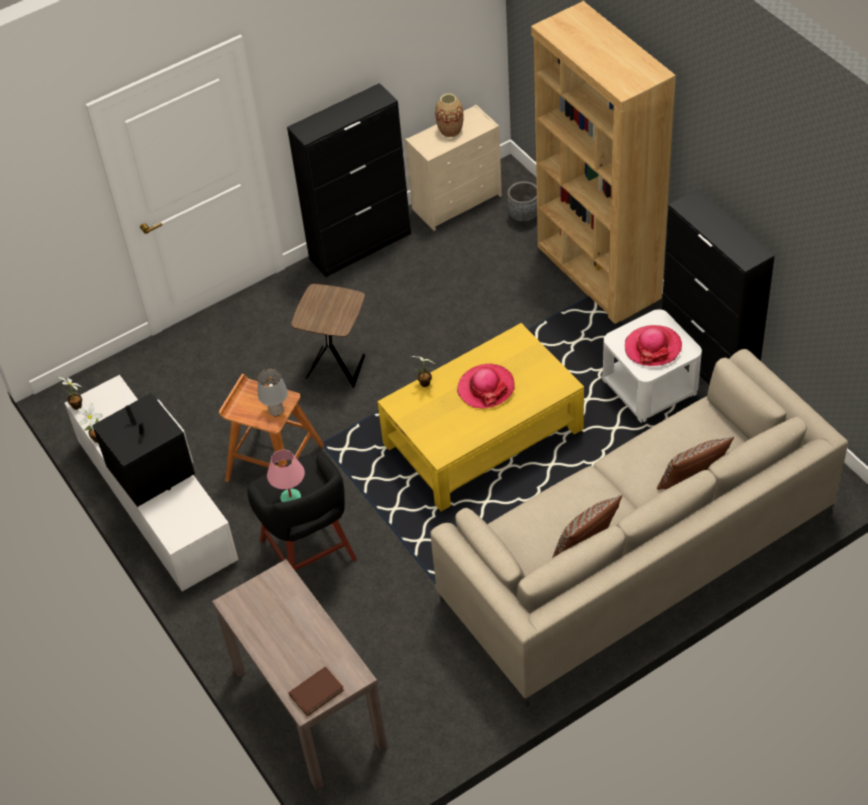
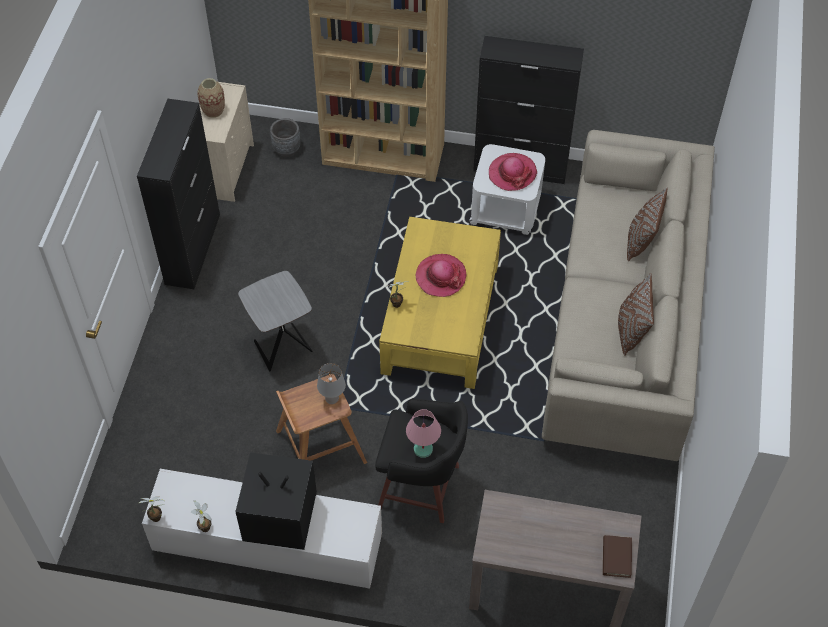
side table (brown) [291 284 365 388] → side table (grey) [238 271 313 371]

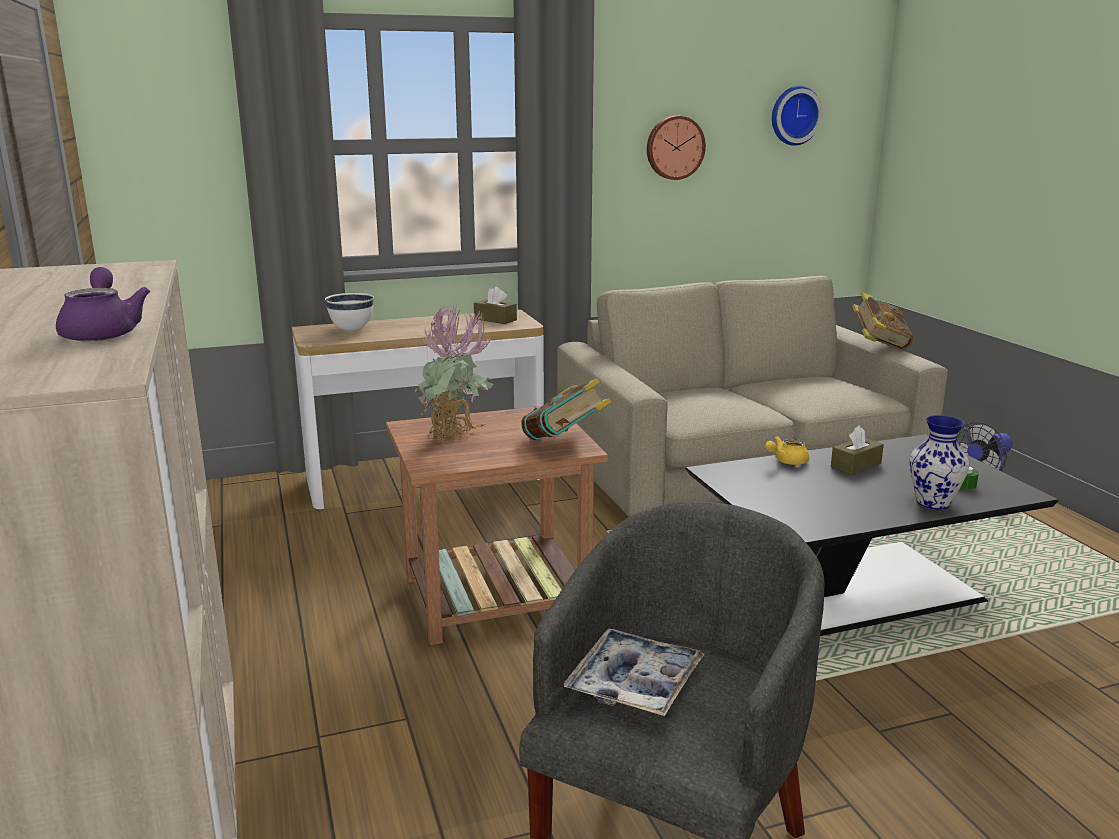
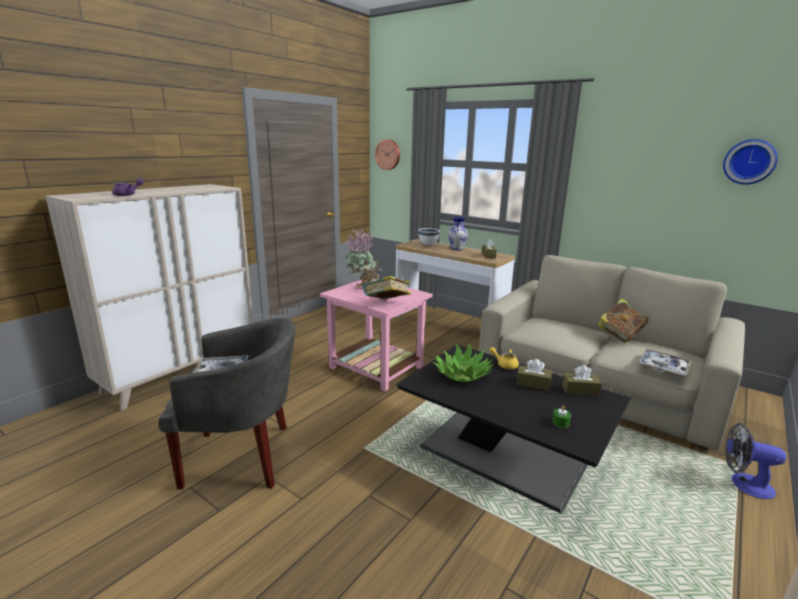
wall clock [647 116 706 180] → wall clock [375 139 400 170], move
book [852 292 913 350] → book [597 299 648 343], move
side table (brown) [386 406 608 645] → side table (pink) [320 278 433 392]
vase [909 415 970 510] → vase [448 217 468 250], move
- → potted plant [433 343 493 382]
- → tray [638 349 692 375]
- → tissue box (brown) [562 365 602 396]

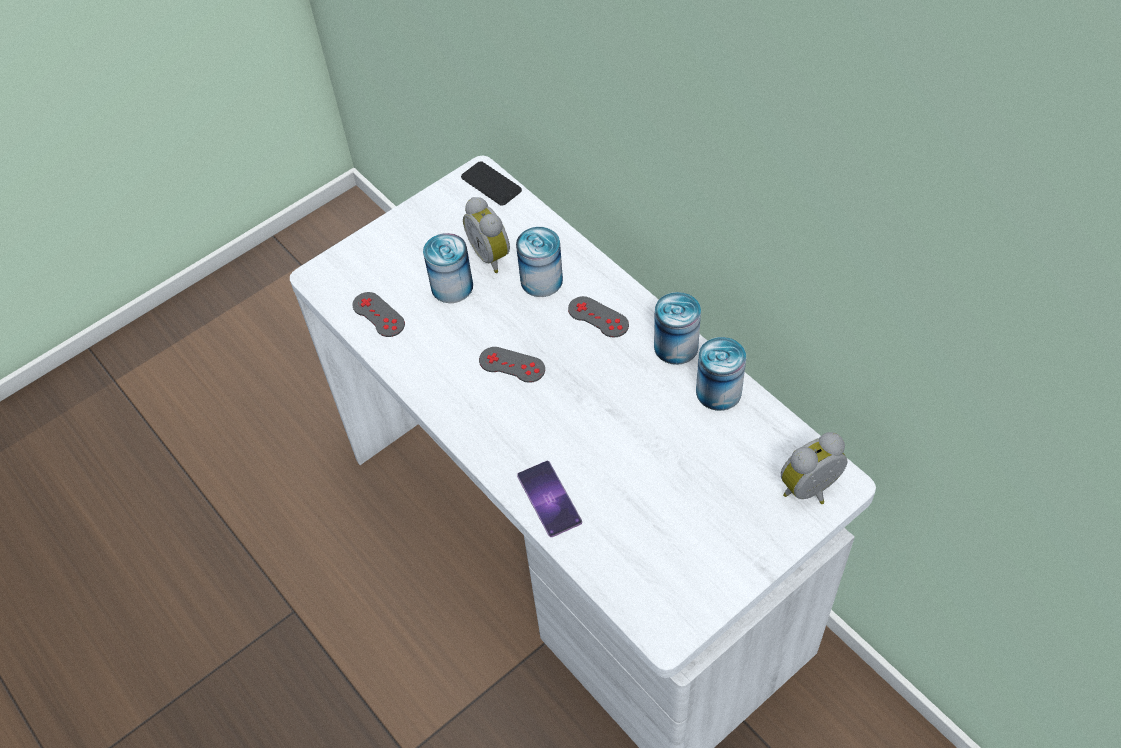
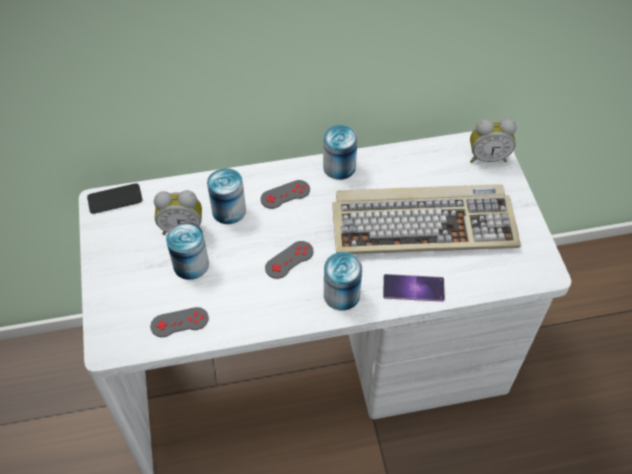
can [696 337 746 411] → can [324 252 362 311], move
alarm clock [781 432 847 504] → alarm clock [470 119 517 163], 90 degrees counterclockwise
- → keyboard [332 184 521 254]

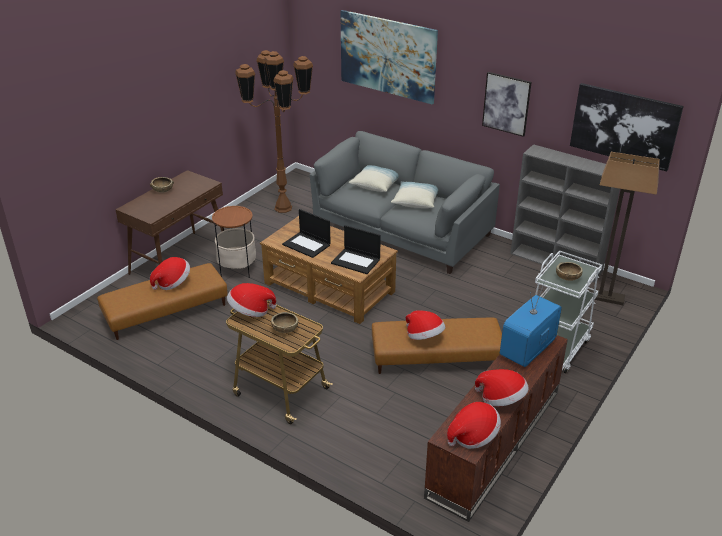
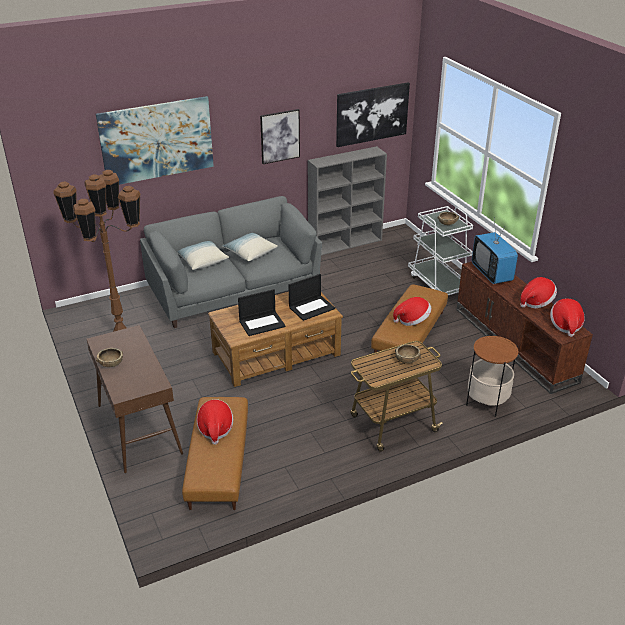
floor lamp [588 152 660 305] → -
side table [212 206 256 278] → side table [466 335 519 417], move
hat [227 283 276 317] → -

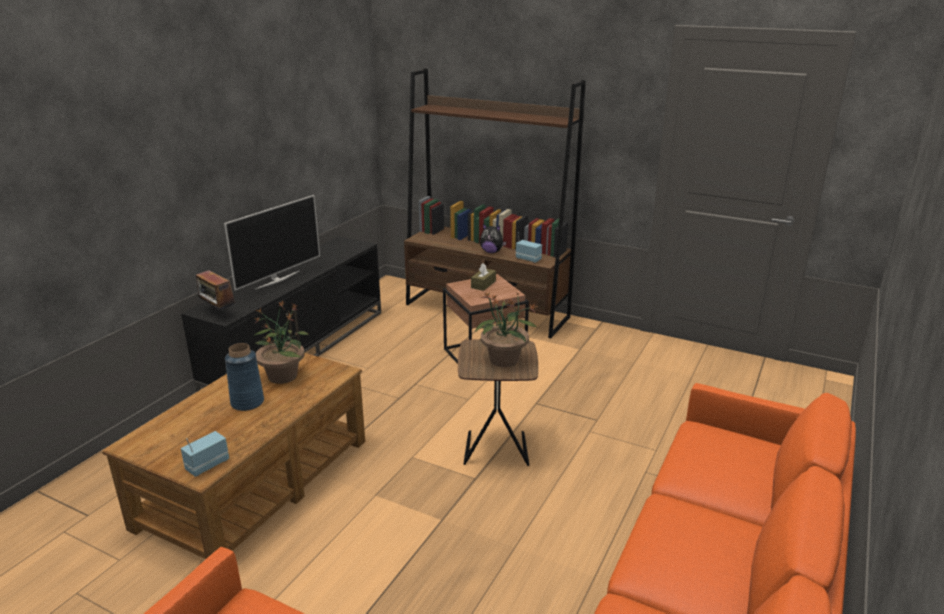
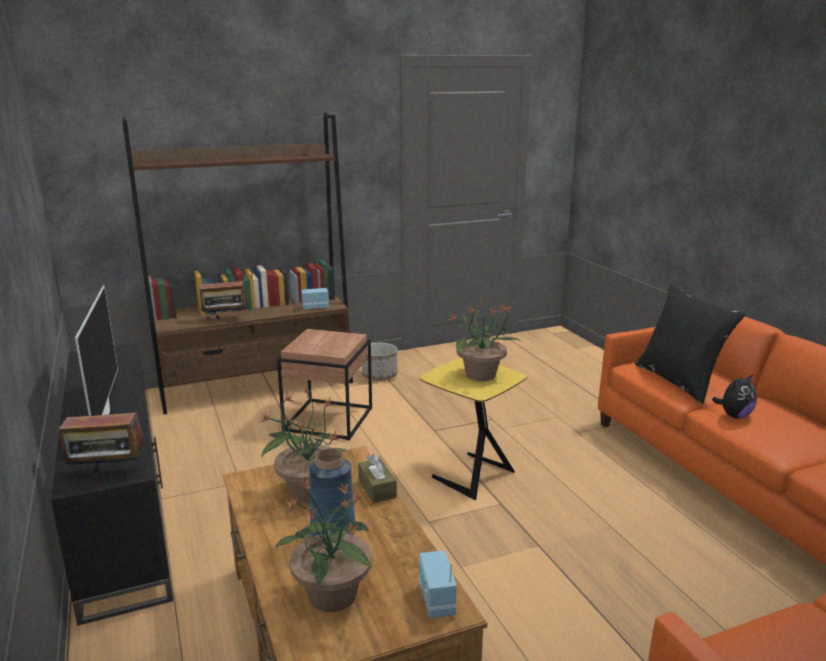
plush toy [480 224 506 253] → plush toy [712 374 757 419], move
tissue box (brown) [471 263 496 291] → tissue box (brown) [358 454 397 503], move
side table (brown) [458 339 538 466] → side table (yellow) [420 357 527 500]
- → radio [200 276 249 319]
- → pillow (black) [635 283 746 404]
- → planter [362 343 397 381]
- → potted plant [276 478 372 612]

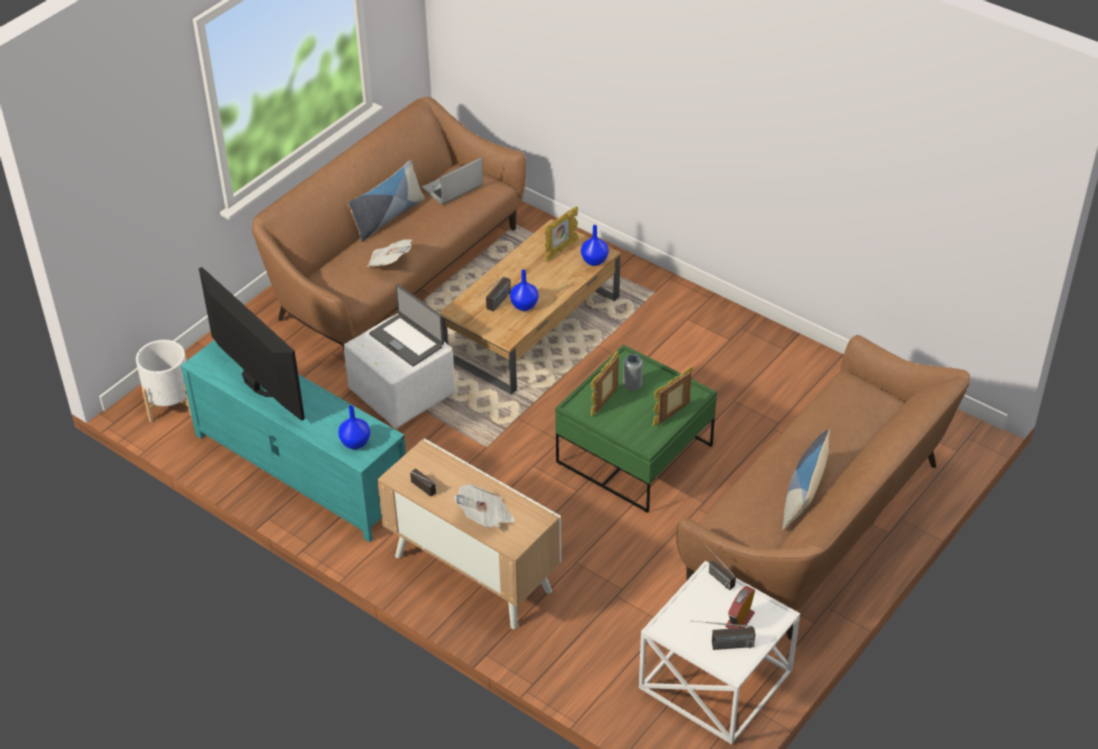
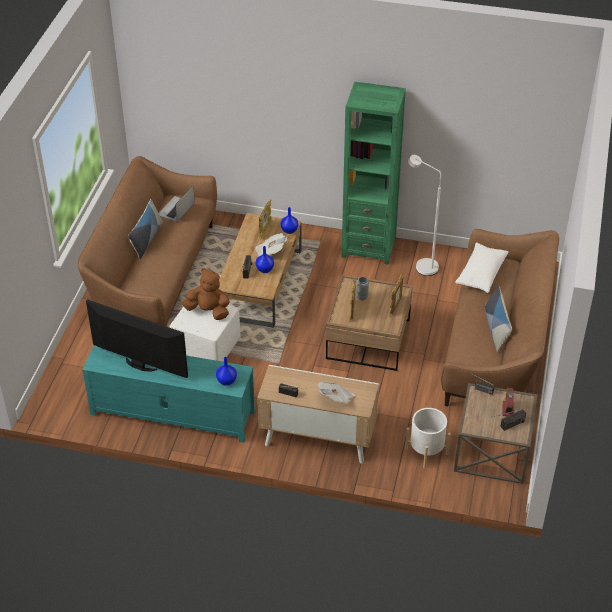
newspaper [367 239 412 267] → newspaper [255 233 287 256], move
laptop [369 284 444 367] → plush toy (brown) [182 268 230 320]
planter (white) [136 340 191 422] → planter (white) [405 408 451 468], move
coffee table (green) [555 344 717 513] → coffee table (brown) [326 275 413 371]
side table (white) [639 561 800 745] → side table (brown) [454 383 537 484]
- → bookcase (green) [342 82 406 265]
- → floor lamp (white) [408 155 441 276]
- → pillow (white) [455 243 508 293]

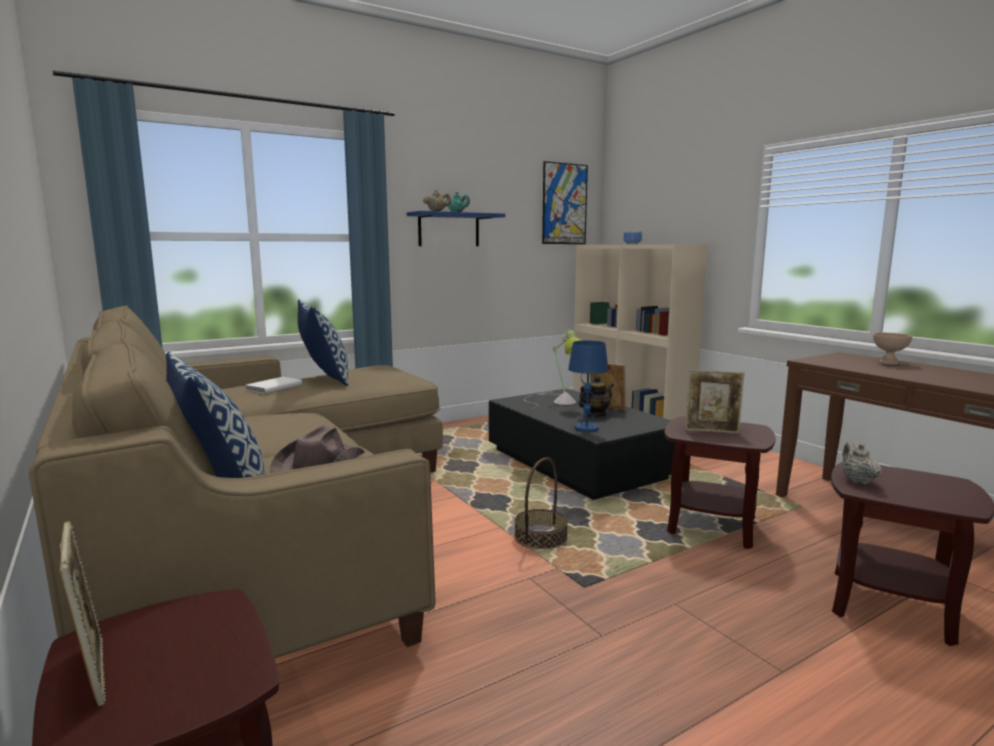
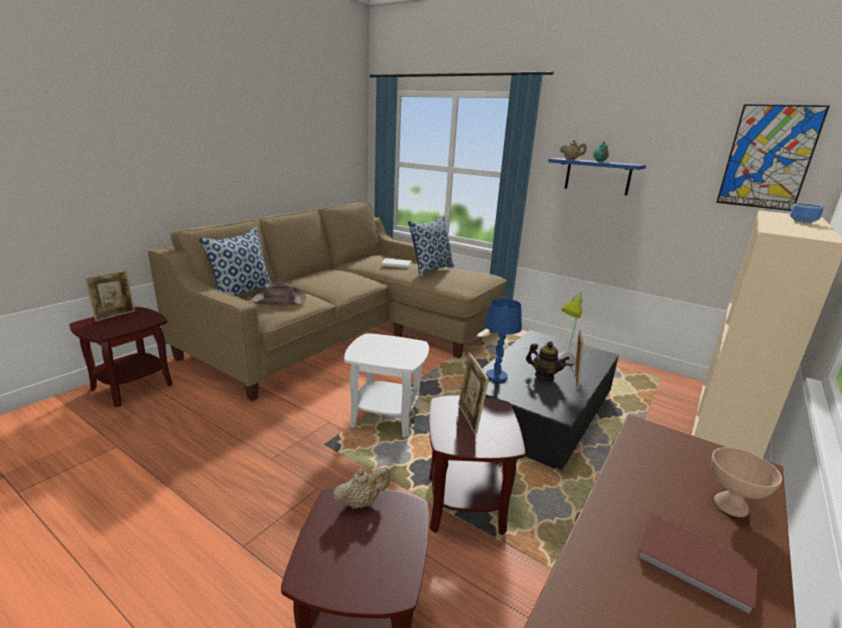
basket [515 457 568 549] → side table (white) [344 333 429 437]
- → book (brown) [636 514 758 617]

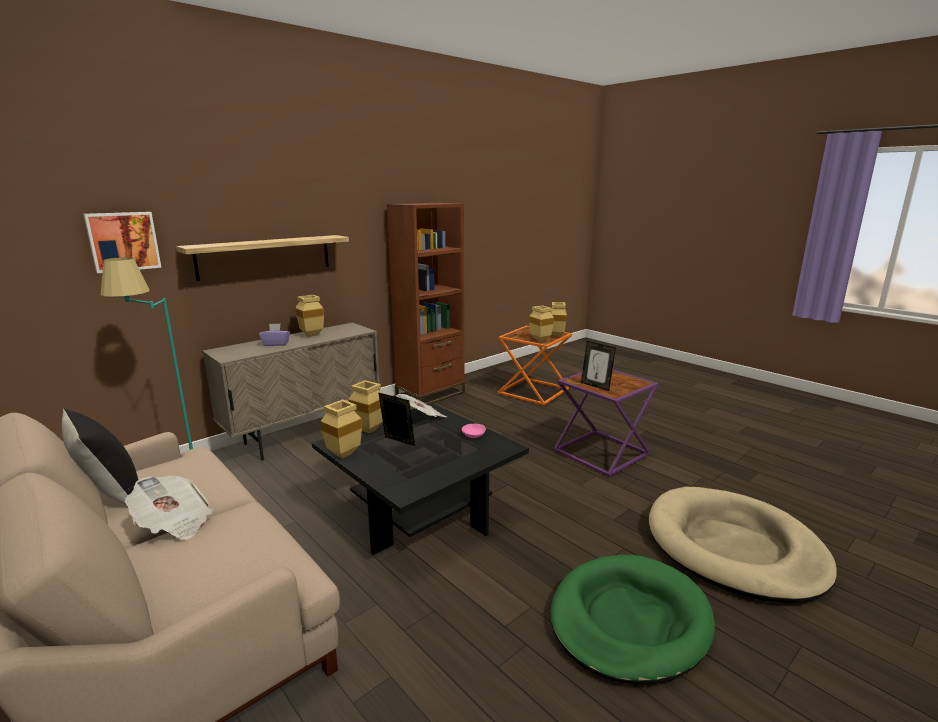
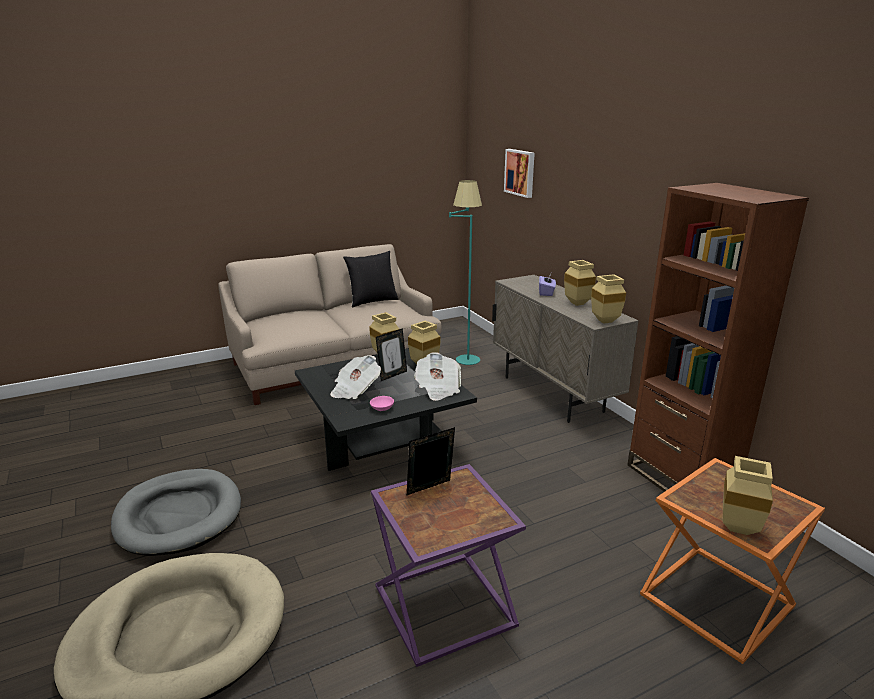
shelf [176 235 349 281] → -
vase (beige) [529 305 554 342] → vase (beige) [591 274 626 324], move
newspaper [125 475 213 540] → newspaper [330 355 381 399], move
dog bed (green) [550 555 715 684] → dog bed (grey) [111 469 241 556]

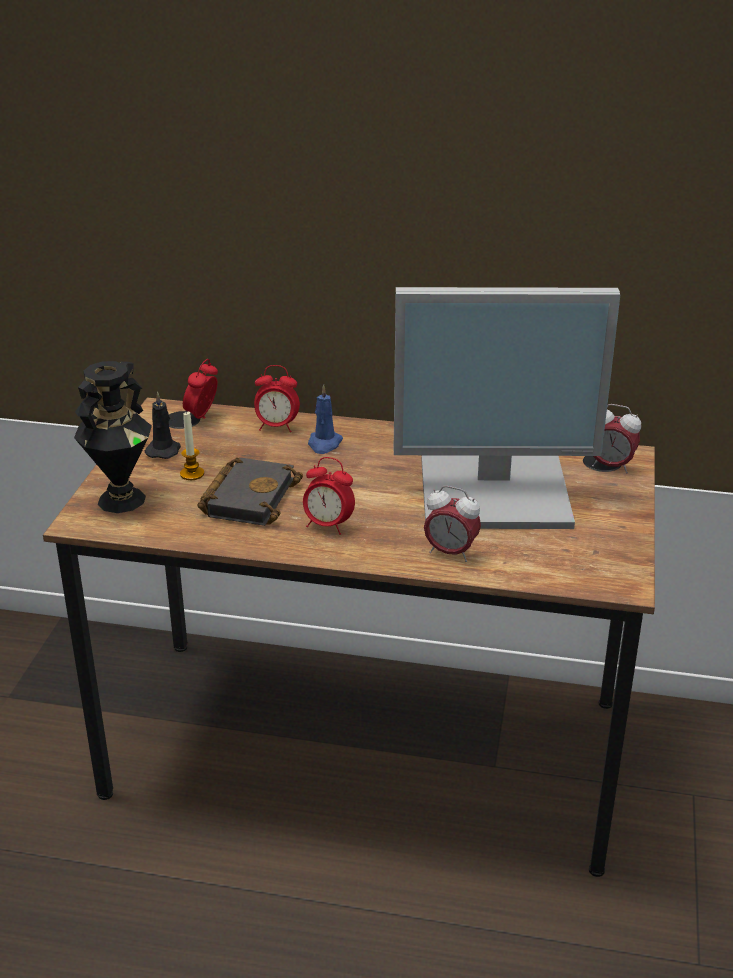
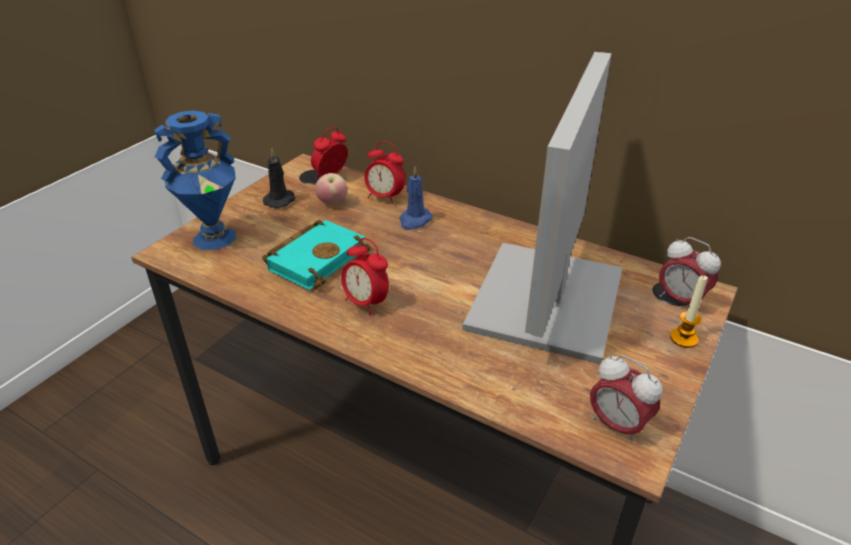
monitor [394 287 620 529] → monitor [462 52 623 364], 90 degrees clockwise
vase (black) [74 361 152 513] → vase (blue) [154 110 236 250]
candle [180 411 204 480] → candle [670 275 708 348], move
book (black) [197 458 303 526] → book (turquoise) [262 220 371 290]
alarm clock [424 486 481 562] → alarm clock [590 355 662 444], move
- → apple [315 173 347 205]

